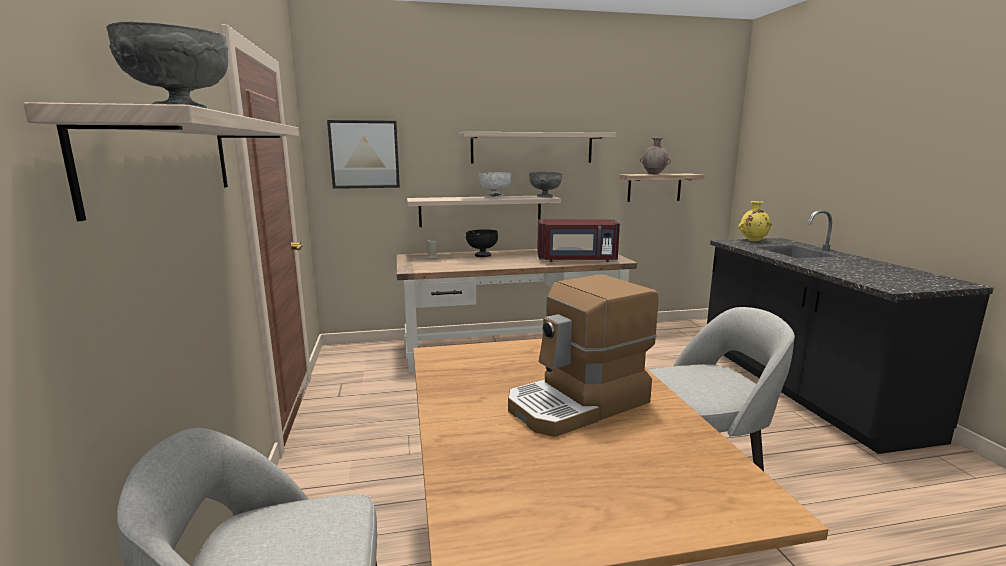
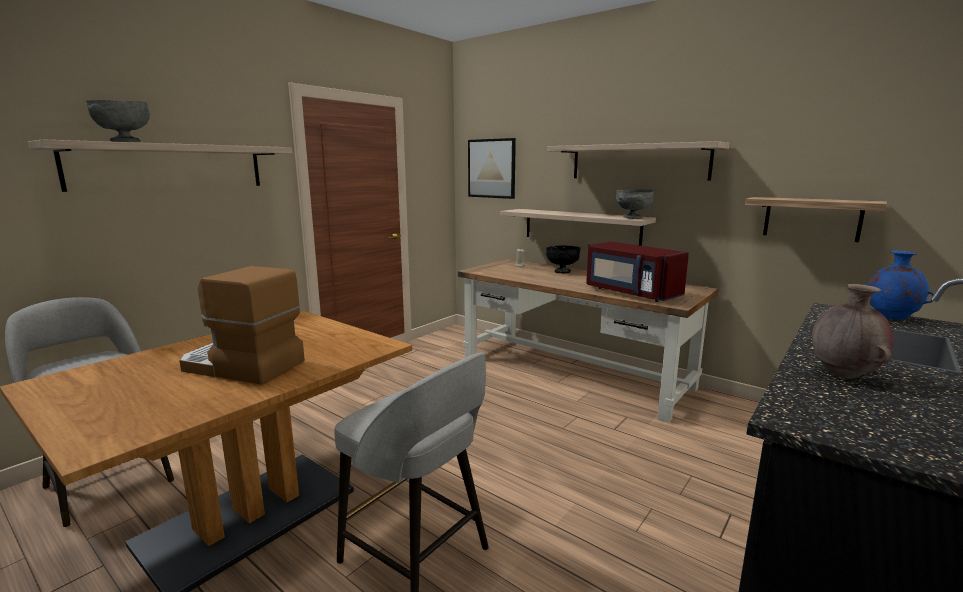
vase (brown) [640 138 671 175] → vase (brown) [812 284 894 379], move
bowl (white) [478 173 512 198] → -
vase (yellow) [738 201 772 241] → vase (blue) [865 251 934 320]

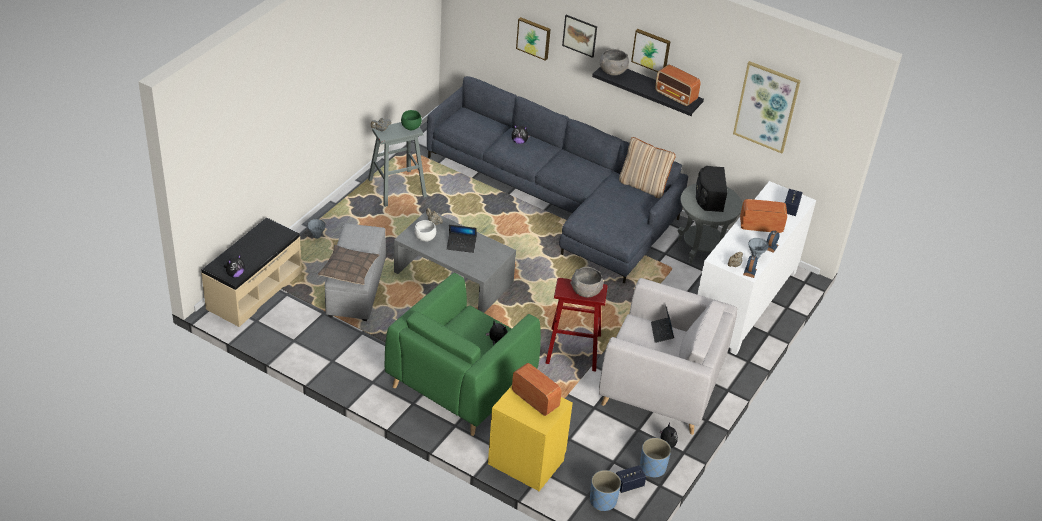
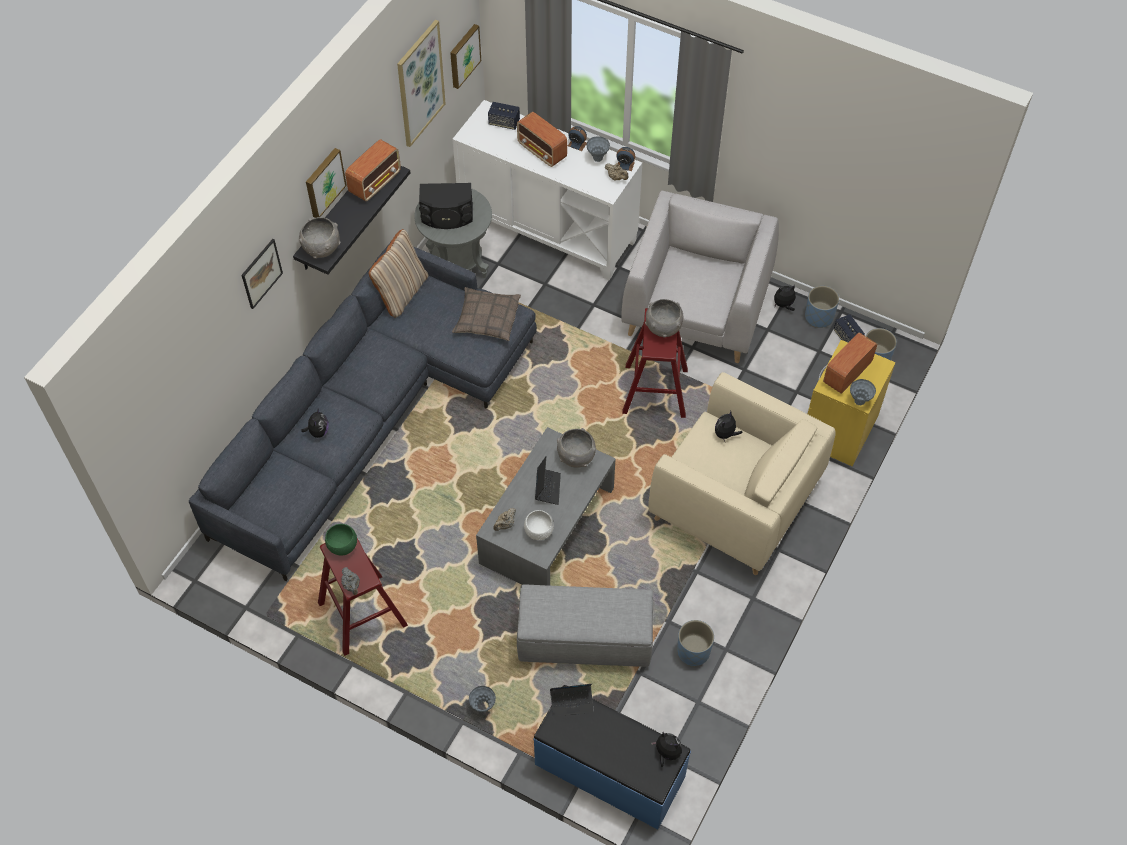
picture [516 17 551 61] → picture [450 24 481 89], move
stool (grey) [368 122 427 207] → stool (red) [318 538 408 656]
radio [740 199 787 233] → radio [517 112 567 167], 45 degrees counterclockwise
bench (beige) [201 218 302 327] → bench (blue) [533 685 691 830]
pillow [318 245 379 285] → pillow [452 287 521 341], move
armchair (green) [385 273 541 436] → armchair (beige) [648 372 836 575]
laptop [651 304 674 343] → laptop [550 684 594 717], move
- → vase (grey) [850 379 876 405]
- → bowl (grey) [557 428 597 468]
- → planter (blue) [677 620 714 667]

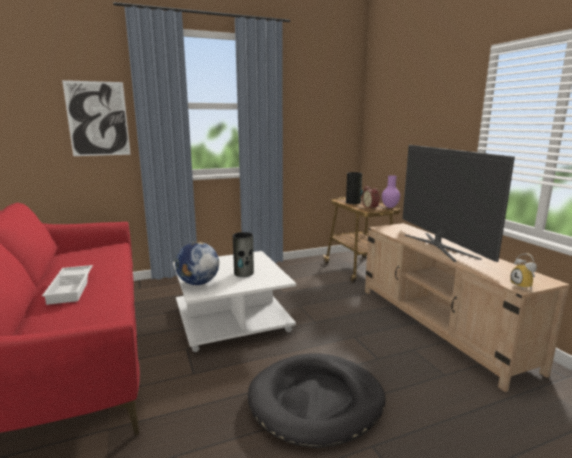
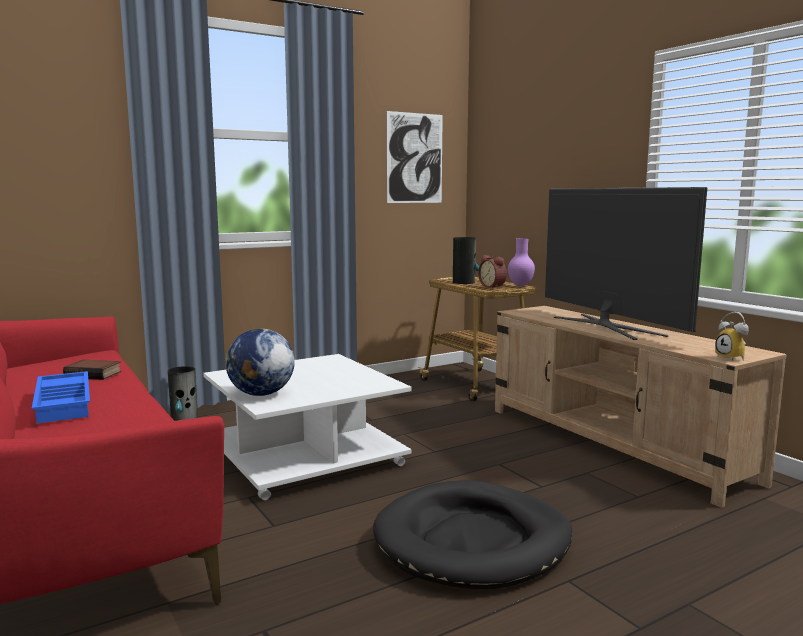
picture [62 80 131 156] → picture [387 111 443 203], move
vase [233 232 254 277] → vase [168 366 198 421], move
tray (white) [42 265 93 305] → tray (blue) [32 371 90 423]
- → book [63 360 121 380]

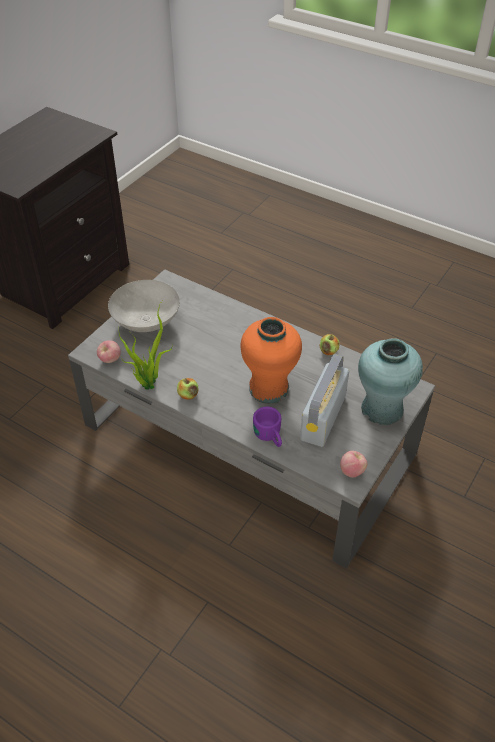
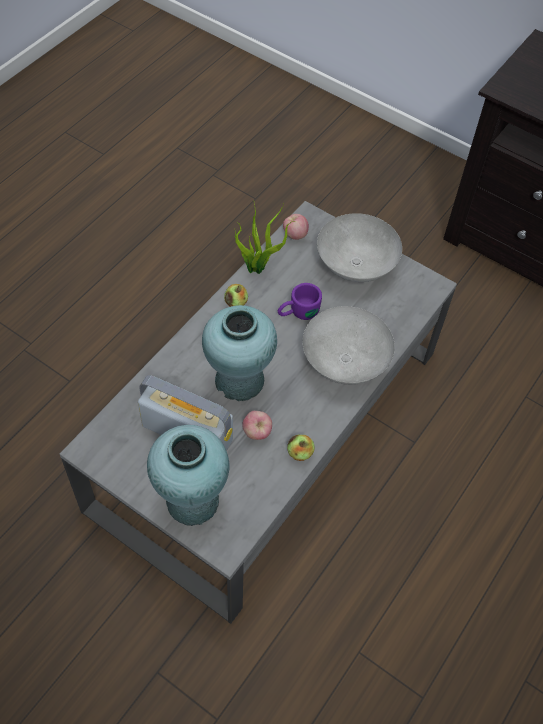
vase (orange) [240 317 302 404] → vase (turquoise) [202 305 277 401]
mug (purple) [253 407 282 447] → mug (purple) [278 283 322 320], move
apple [340 451 367 477] → apple [242 411 272 440], move
- → bowl (grey) [302 306 395 385]

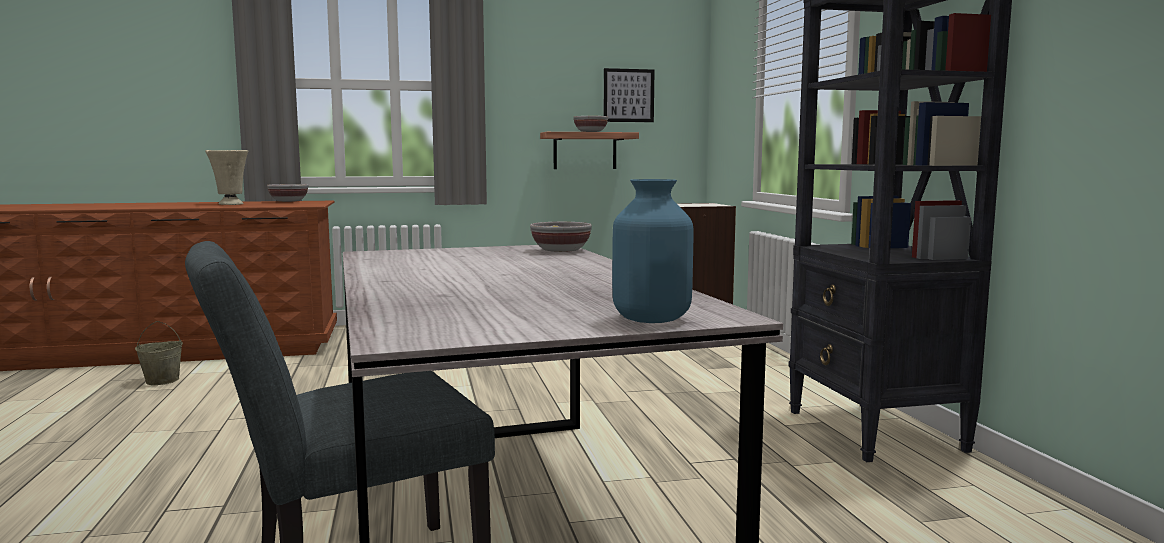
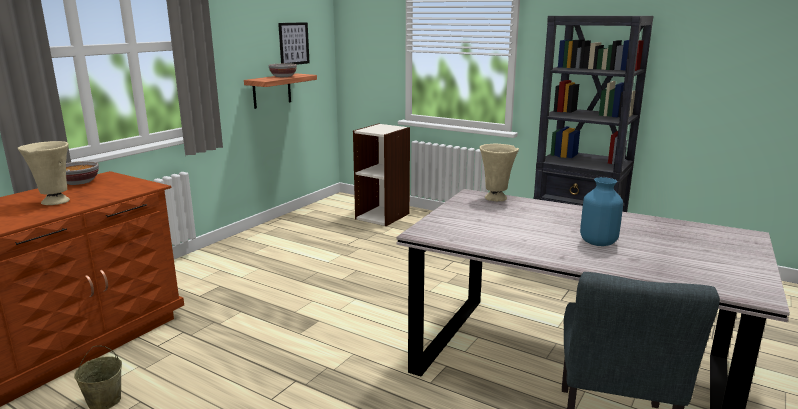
vase (blue) [612 179 693 323] → vase (blue) [580 177 623 246], move
bowl [530 222 592 252] → vase (beige) [479 144 519 201]

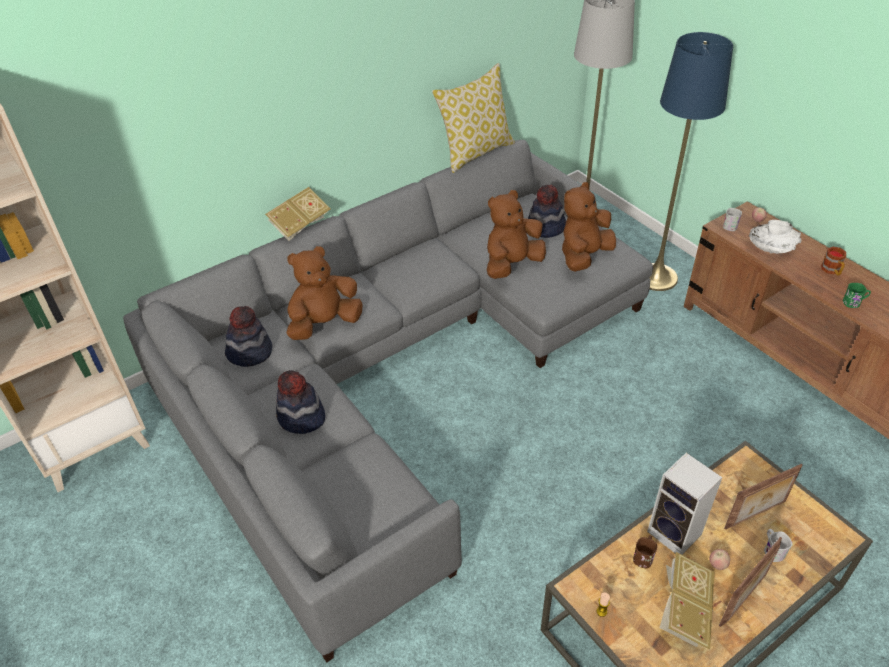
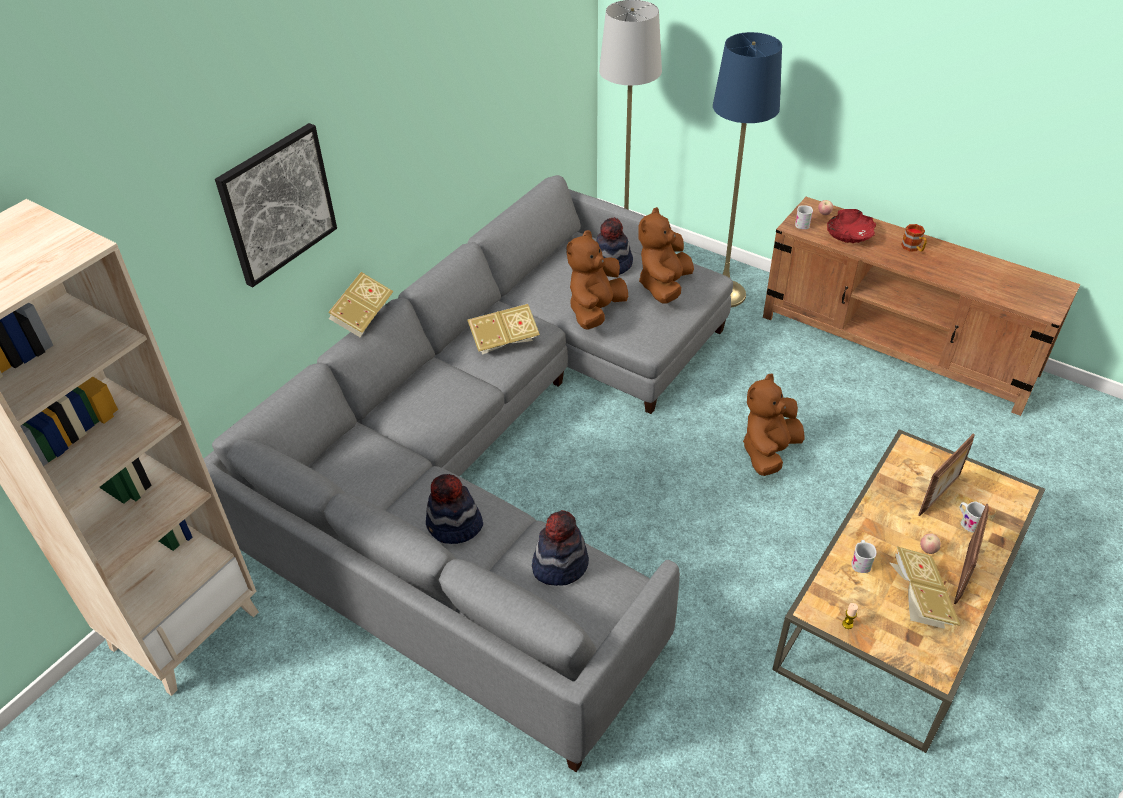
pillow [432 63 515 173] → -
bowl (white) [749 220 802 254] → bowl (red) [827 209 876 243]
plush toy (brown) [286 246 363 340] → plush toy (brown) [743 373 804 476], move
mug (green) [843 283 871 308] → -
hat [225 306 272 367] → hat [532 510 589 586], move
speaker [647 453 722 555] → -
mug (brown) [633 535 657 568] → mug (white) [851 540 876 573]
- → picture [215 123 337 287]
- → book [467 304 540 355]

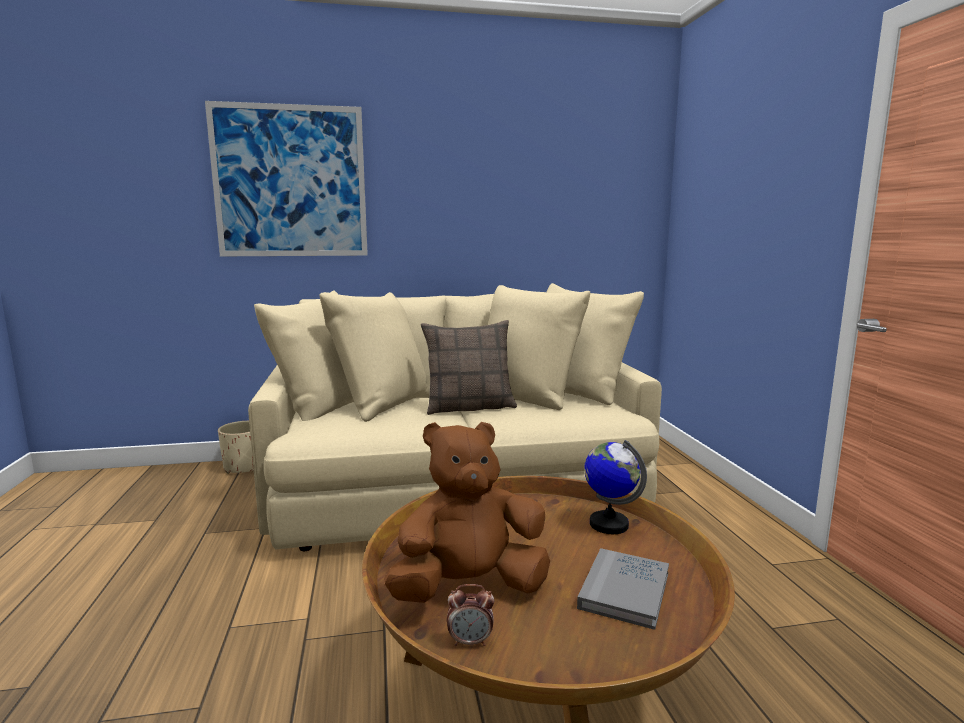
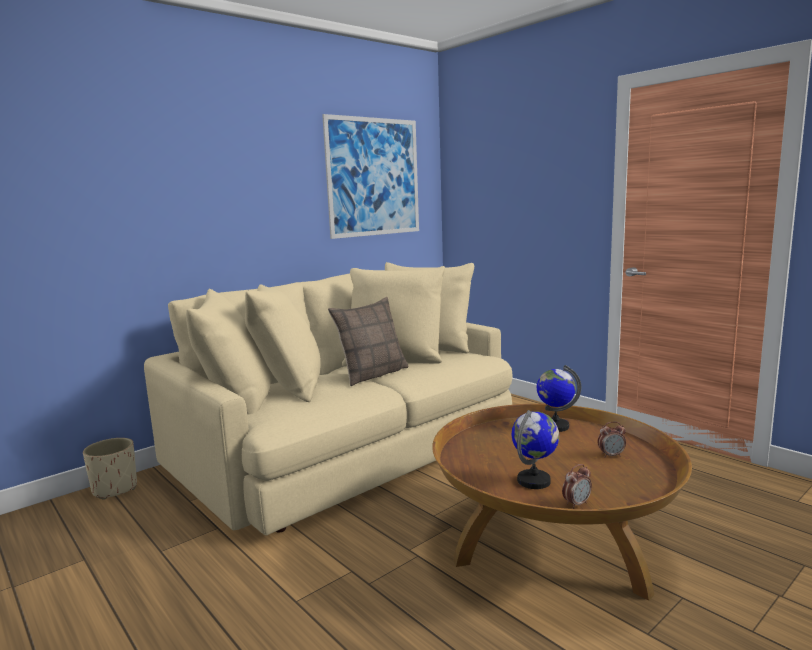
picture [205 101 368 256] → picture [322 114 419 239], move
plush toy (brown) [384 422 550 603] → globe [511 410 559 489]
book (grey) [577 548 669 630] → alarm clock [598 422 626 457]

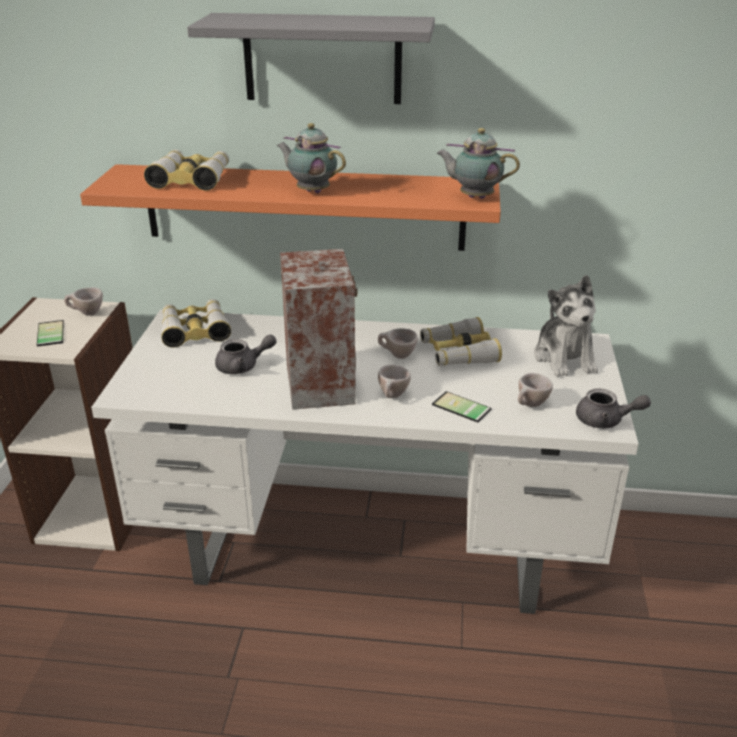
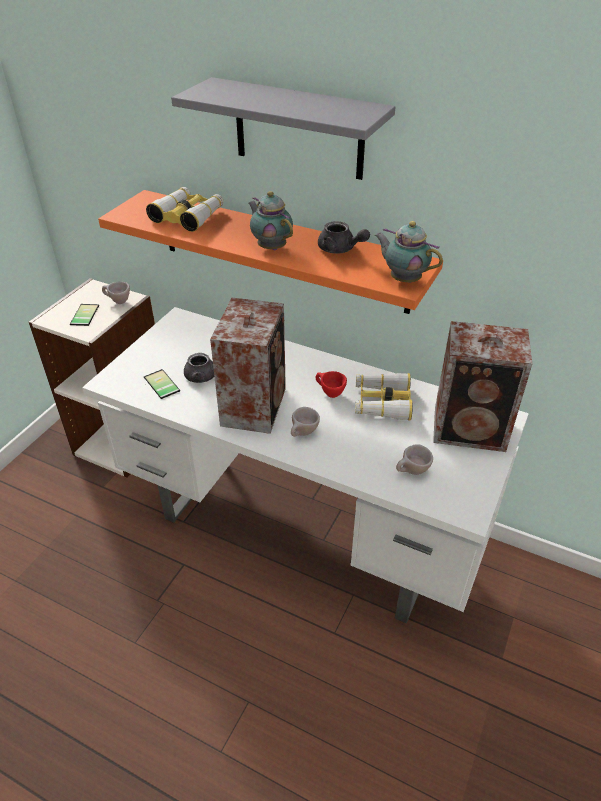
plush toy [534 275 598 377] → speaker [433 321 532 452]
binoculars [161 299 231 348] → -
cup (beige) [378 328 417 359] → cup (red) [316 371 347 398]
teapot (grey) [576 388 651 428] → teapot (grey) [318 221 370 254], move
phone [432 391 492 423] → phone [144 369 180 399], move

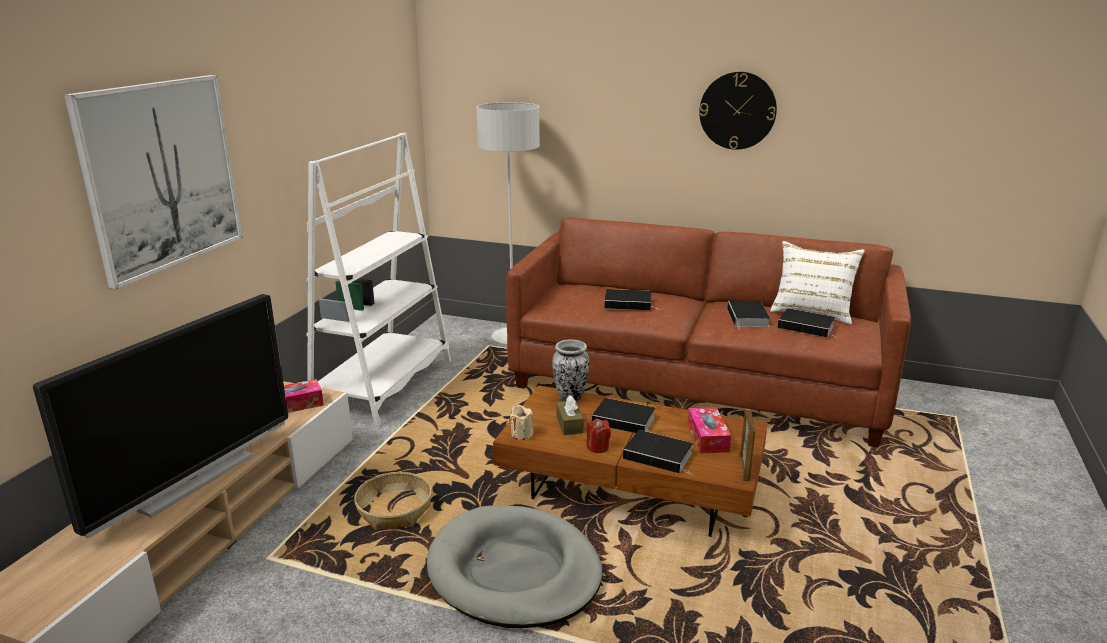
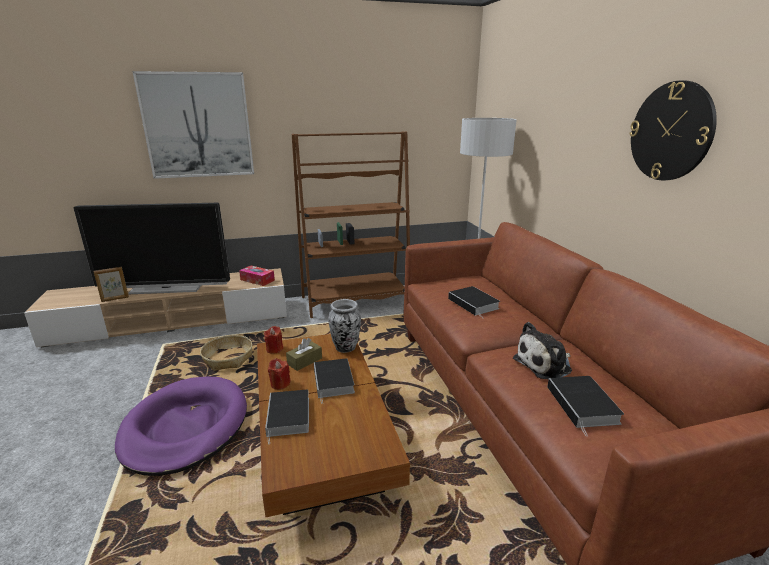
bookcase (white) [306 133 451 427] → bookcase (brown) [292 131 410 318]
pillow (white) [770 241 865 325] → -
book [727 301 770 329] → plush toy [513 322 572 379]
candle (beige) [510 405 533 440] → candle (red) [264 326 283 354]
tissue box [688 407 731 453] → -
picture frame [740 409 755 481] → picture frame [94 267 129 302], move
dog bed (grey) [427 505 603 628] → dog bed (purple) [115 376 247 476]

